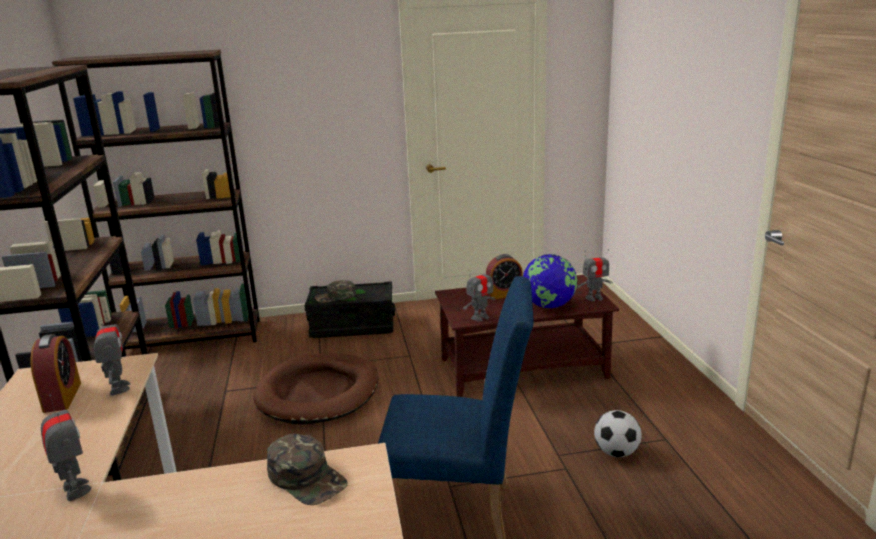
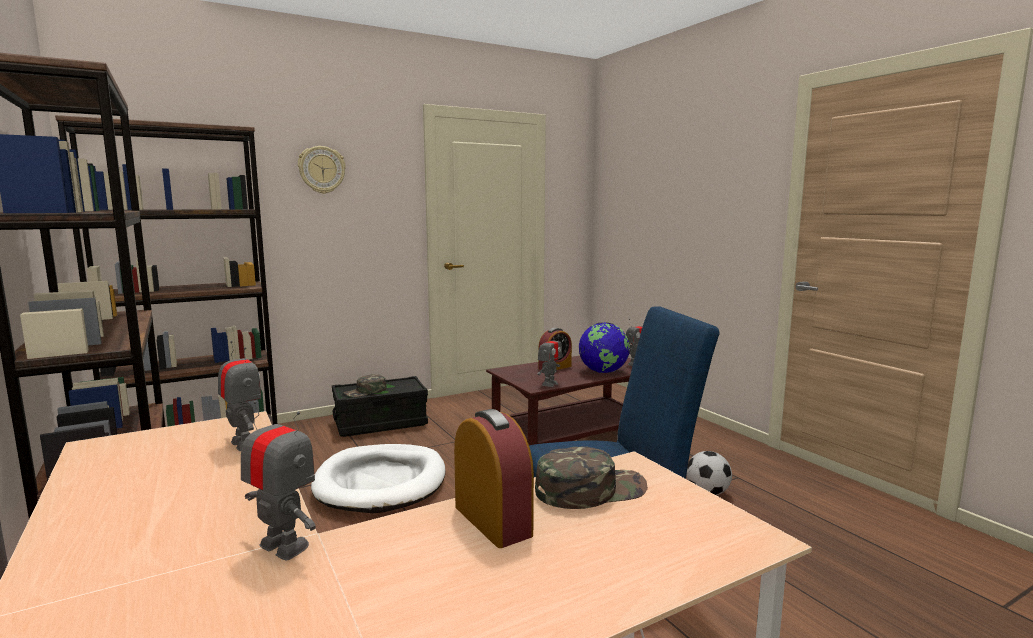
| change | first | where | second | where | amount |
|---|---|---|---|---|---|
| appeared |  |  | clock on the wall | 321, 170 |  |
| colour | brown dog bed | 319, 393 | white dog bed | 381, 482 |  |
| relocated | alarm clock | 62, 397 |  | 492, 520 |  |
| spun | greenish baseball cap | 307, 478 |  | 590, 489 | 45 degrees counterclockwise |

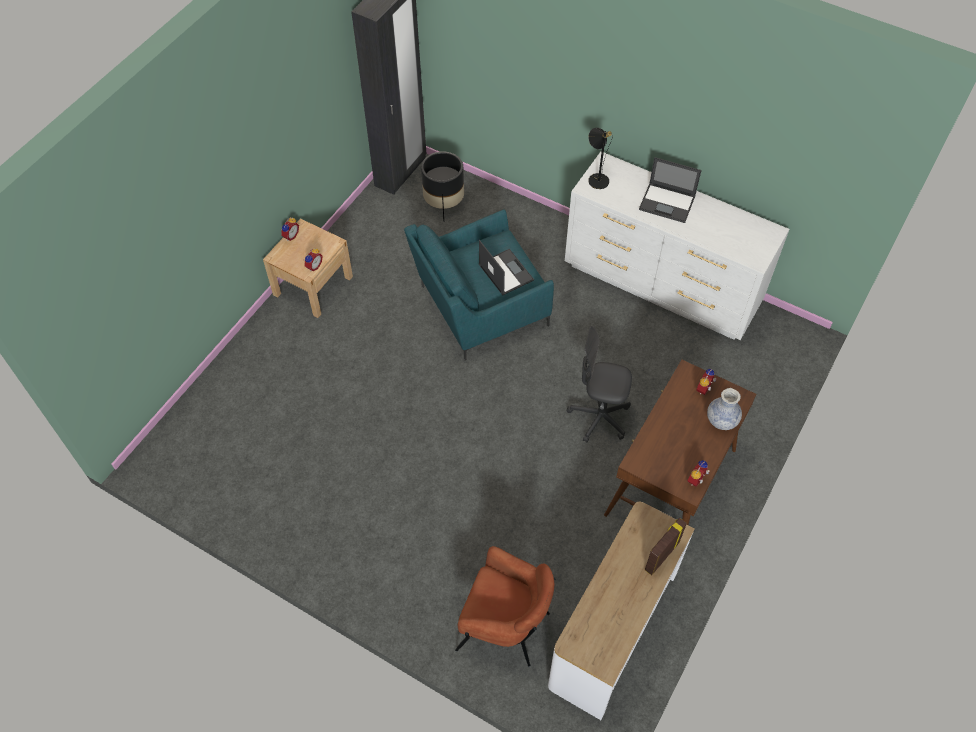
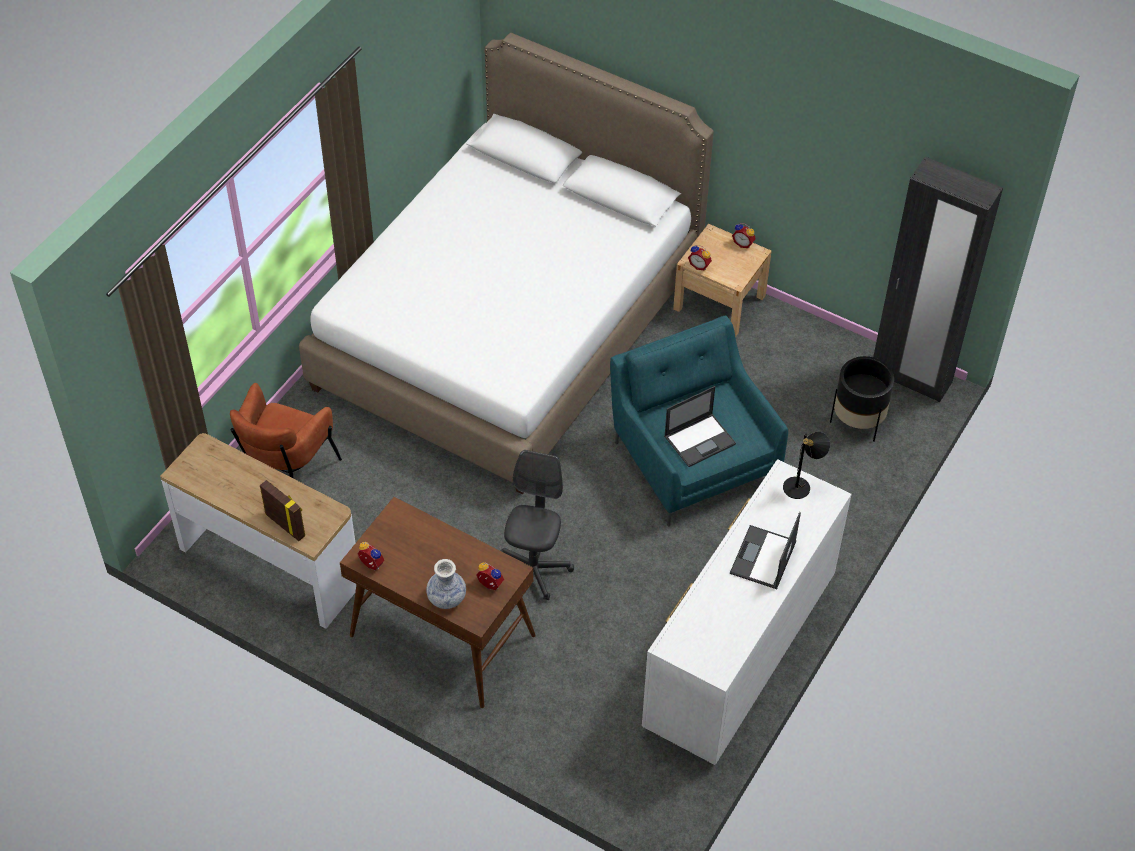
| change | first | where | second | where | amount |
|---|---|---|---|---|---|
| appeared |  |  | white sleeping bed | 509, 327 |  |

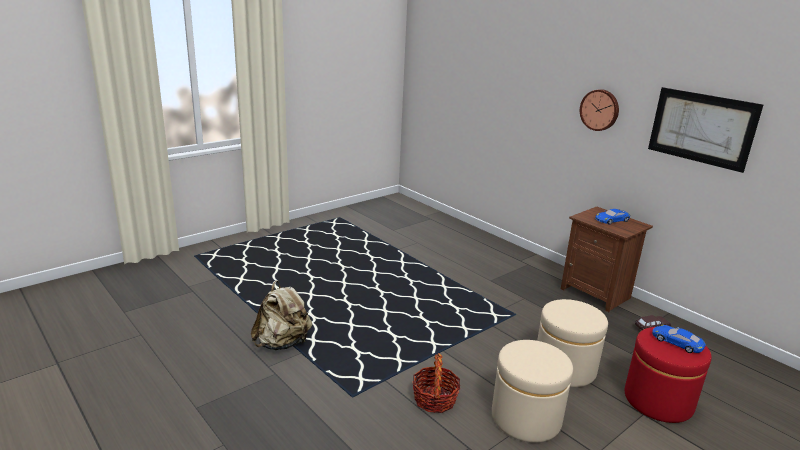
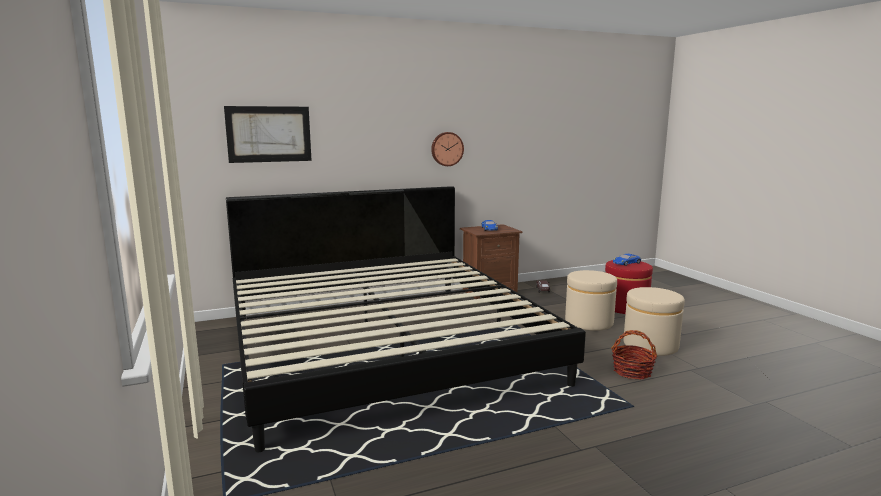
| change | first | where | second | where | amount |
|---|---|---|---|---|---|
| relocated | wall art | 701, 128 |  | 269, 134 |  |
| appeared |  |  | sleeping bed | 383, 346 |  |
| missing | sand-coloured rucksack | 283, 343 |  |  |  |

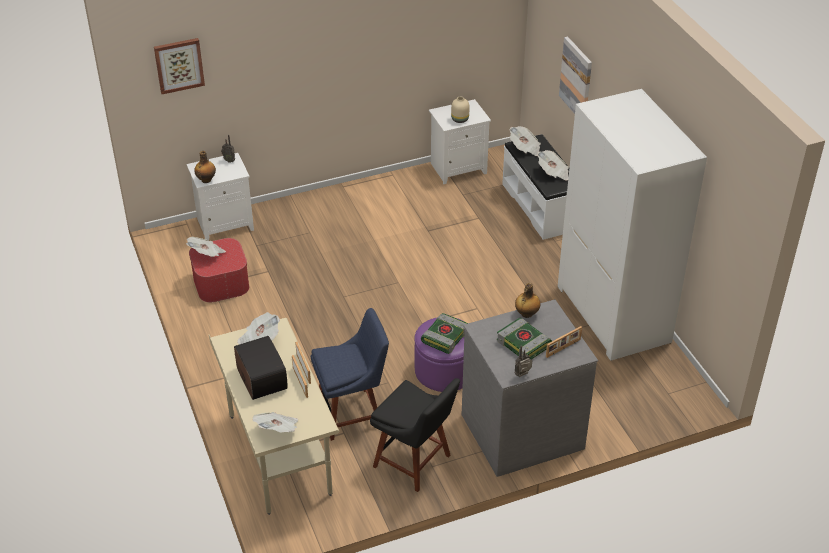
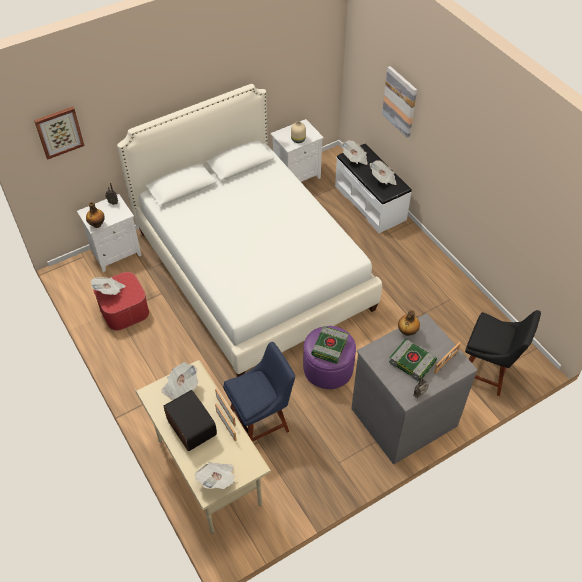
| change | first | where | second | where | amount |
|---|---|---|---|---|---|
| appeared |  |  | white sleeping bed | 253, 269 |  |
| relocated | black-coloured plain chair | 415, 463 |  | 488, 372 |  |
| missing | white wardrobe | 614, 314 |  |  |  |

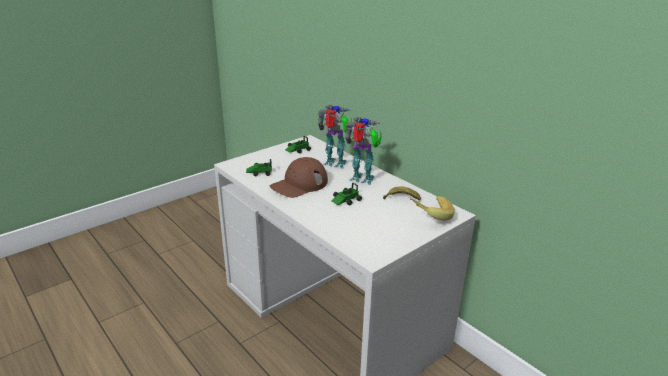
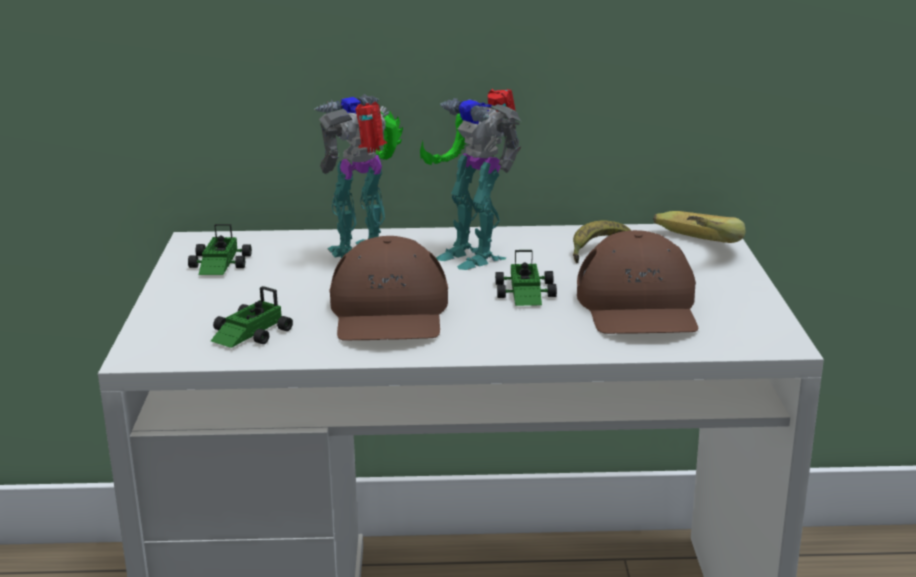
| change | first | where | second | where | amount |
|---|---|---|---|---|---|
| spun | robot figure | 362, 180 |  | 473, 254 | 105 degrees counterclockwise |
| appeared |  |  | brown baseball cap | 639, 307 |  |

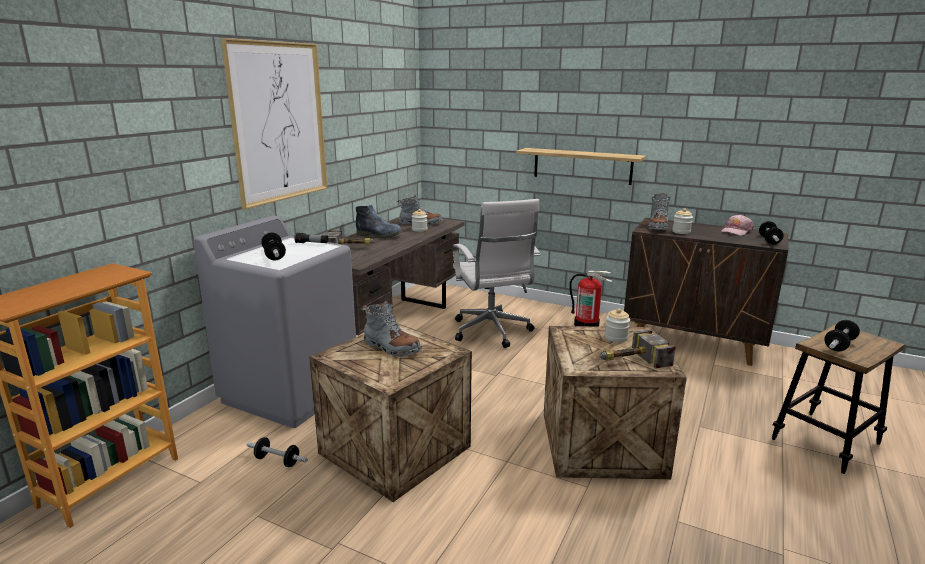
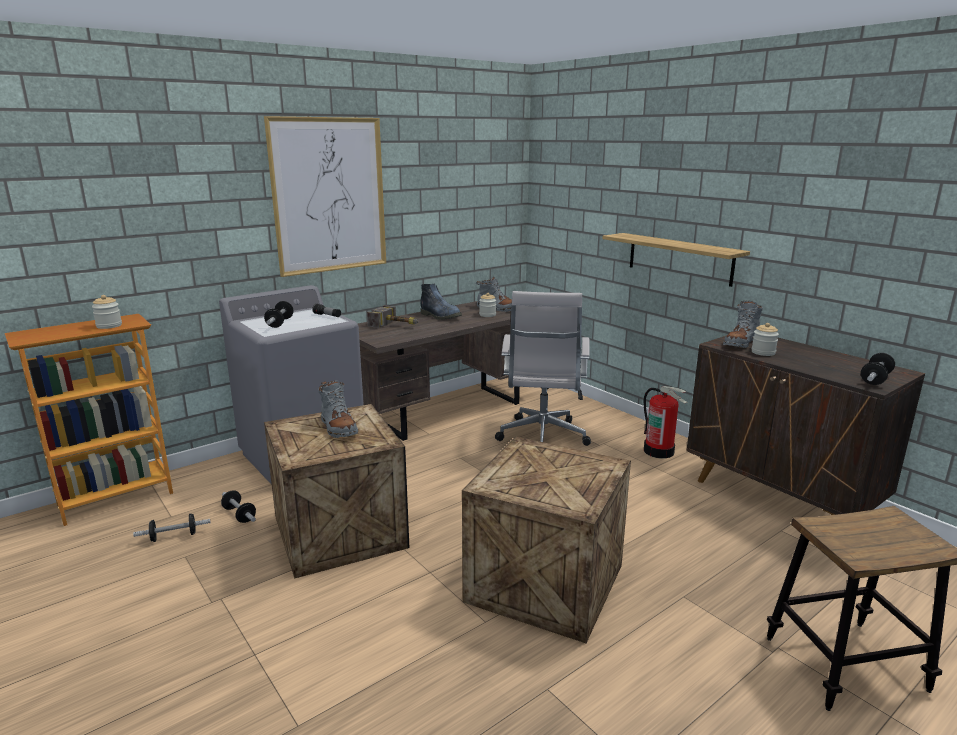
| change | first | where | second | where | amount |
|---|---|---|---|---|---|
| relocated | storage jar | 616, 338 |  | 109, 326 |  |
| relocated | dumbbell | 839, 345 |  | 174, 536 |  |
| missing | hammer | 629, 361 |  |  |  |
| missing | pink baseball cap | 736, 231 |  |  |  |

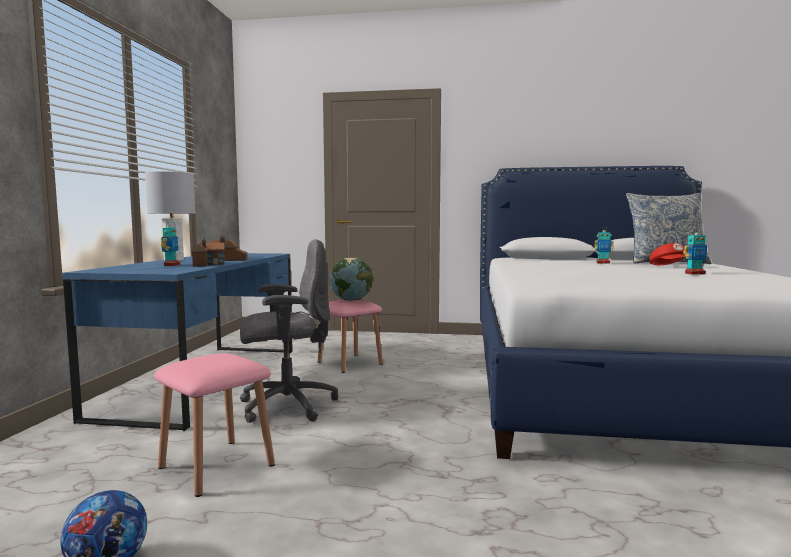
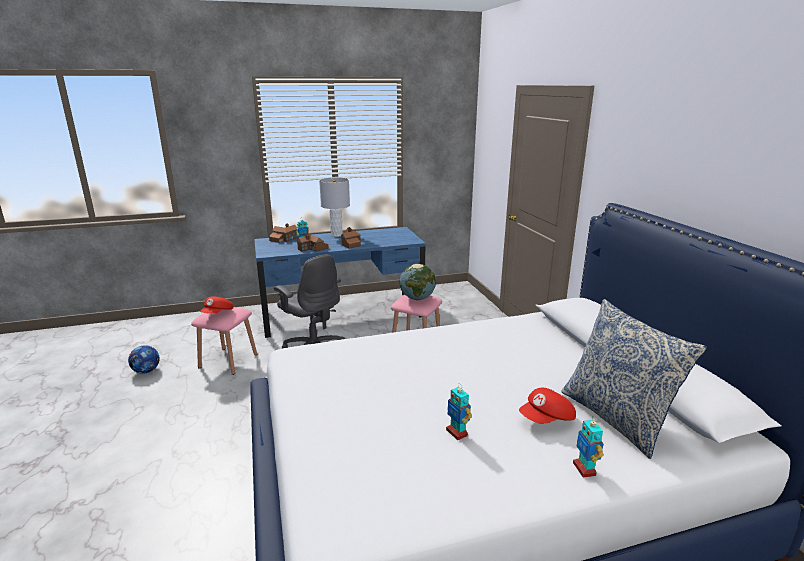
| change | first | where | second | where | amount |
|---|---|---|---|---|---|
| appeared |  |  | red-coloured baseball cap | 218, 313 |  |
| appeared |  |  | toy house | 284, 239 |  |
| relocated | robot figure | 603, 263 |  | 584, 469 |  |

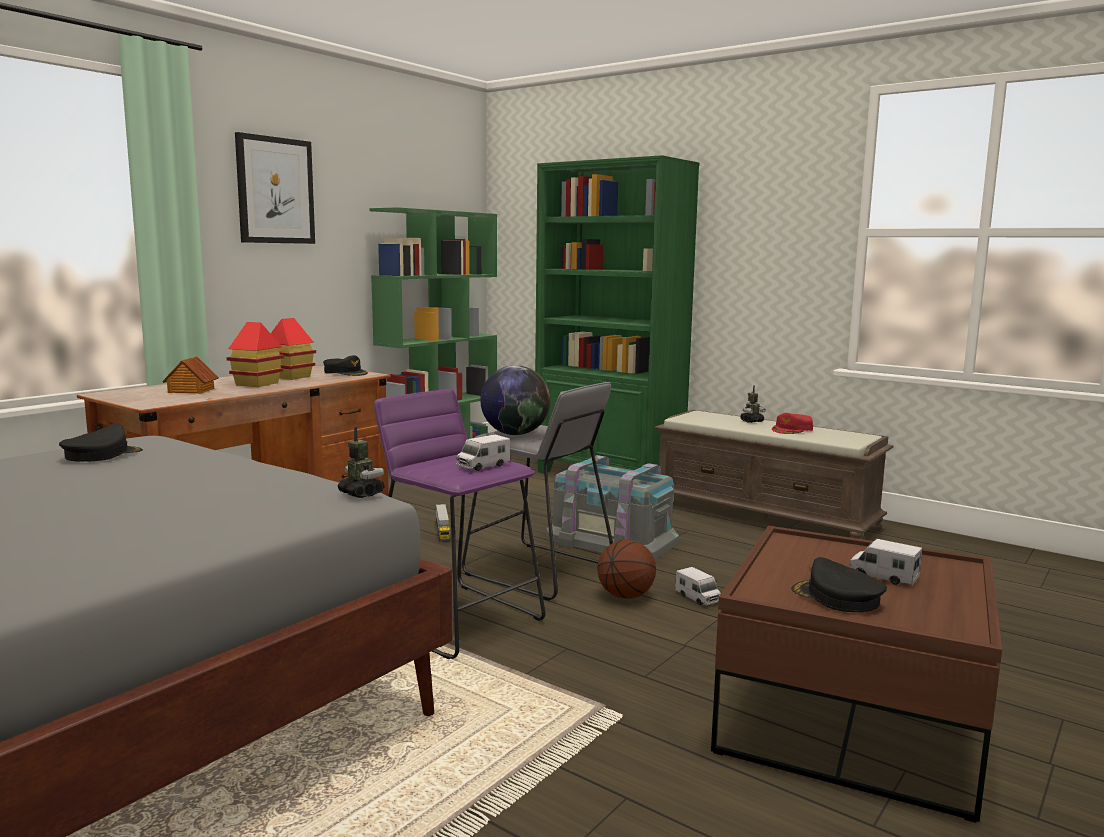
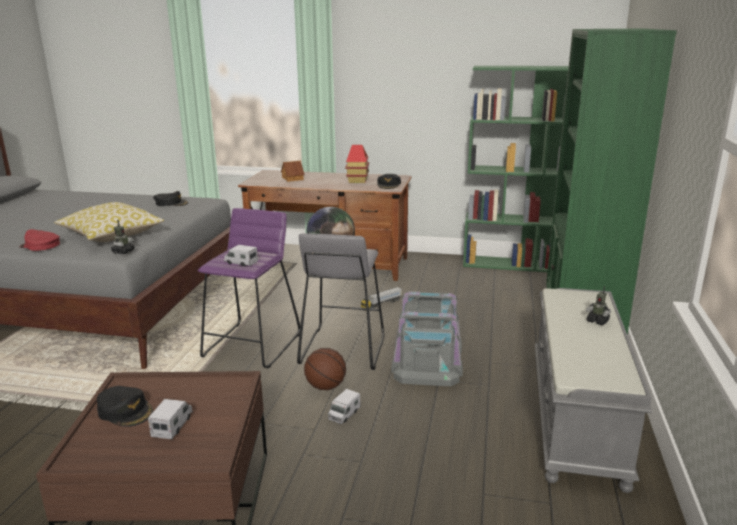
| change | first | where | second | where | amount |
|---|---|---|---|---|---|
| relocated | red-coloured baseball cap | 792, 429 |  | 40, 246 |  |
| appeared |  |  | cushion | 111, 235 |  |
| spun | black-coloured baseball cap | 836, 597 |  | 125, 411 | 105 degrees clockwise |
| colour | brown bench | 765, 516 | greyish bench | 577, 415 |  |
| missing | toy house | 257, 384 |  |  |  |
| missing | wall art | 275, 190 |  |  |  |

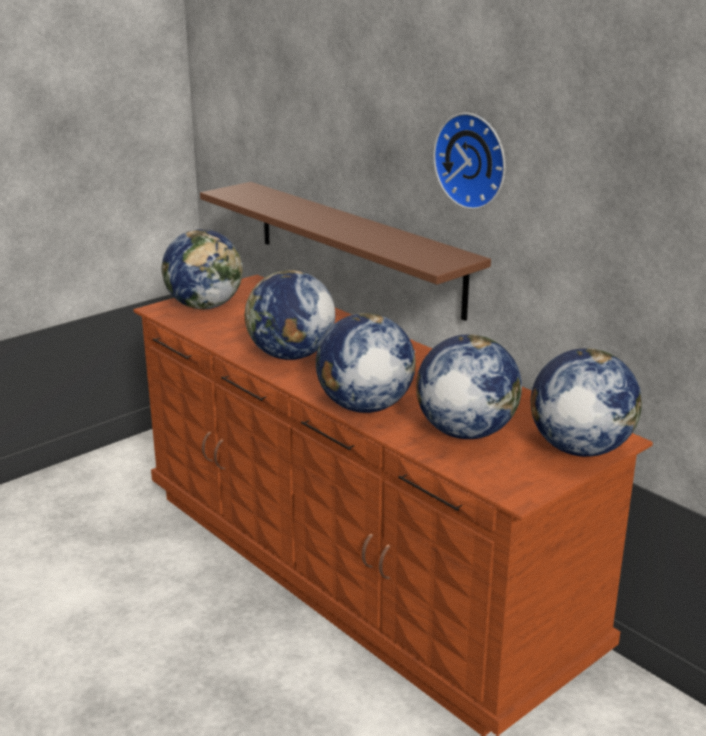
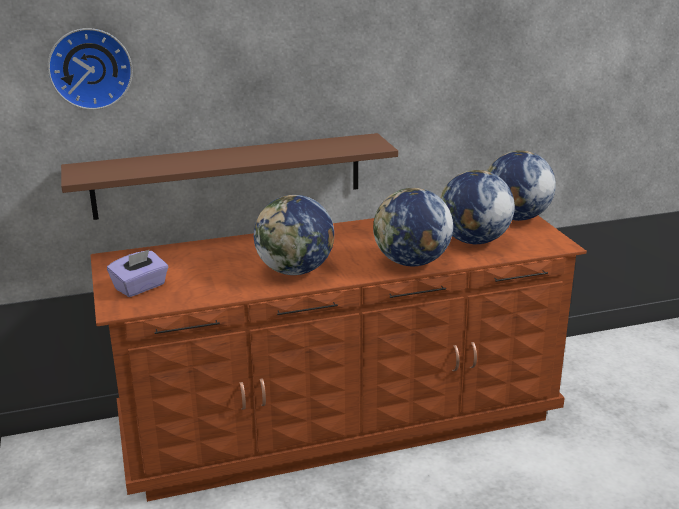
| change | first | where | second | where | amount |
|---|---|---|---|---|---|
| relocated | clock on the wall | 473, 160 |  | 90, 68 |  |
| exchanged | globe | 205, 306 | purplish tissue holder | 140, 287 |  |

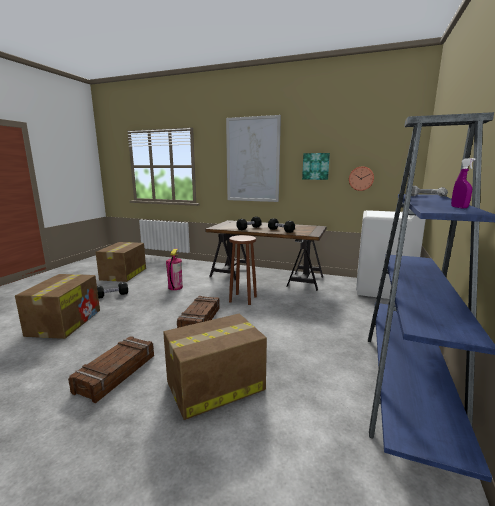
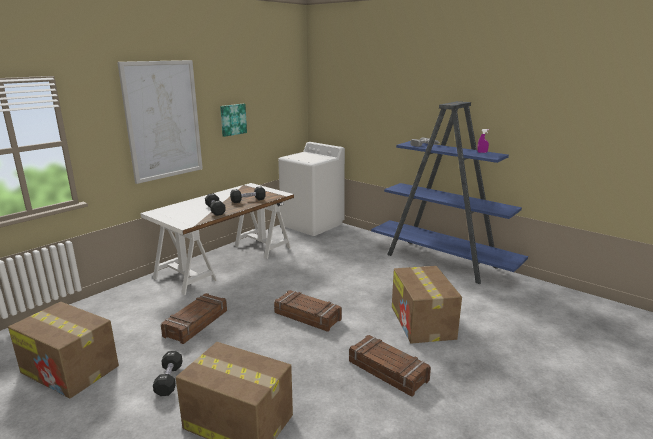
| change | first | where | second | where | amount |
|---|---|---|---|---|---|
| colour | brown desk table | 266, 276 | white desk table | 226, 261 |  |
| exchanged | fire extinguisher | 175, 287 | shipping crate | 195, 323 |  |
| missing | brown stool seat | 242, 299 |  |  |  |
| missing | clock on the wall | 361, 178 |  |  |  |

